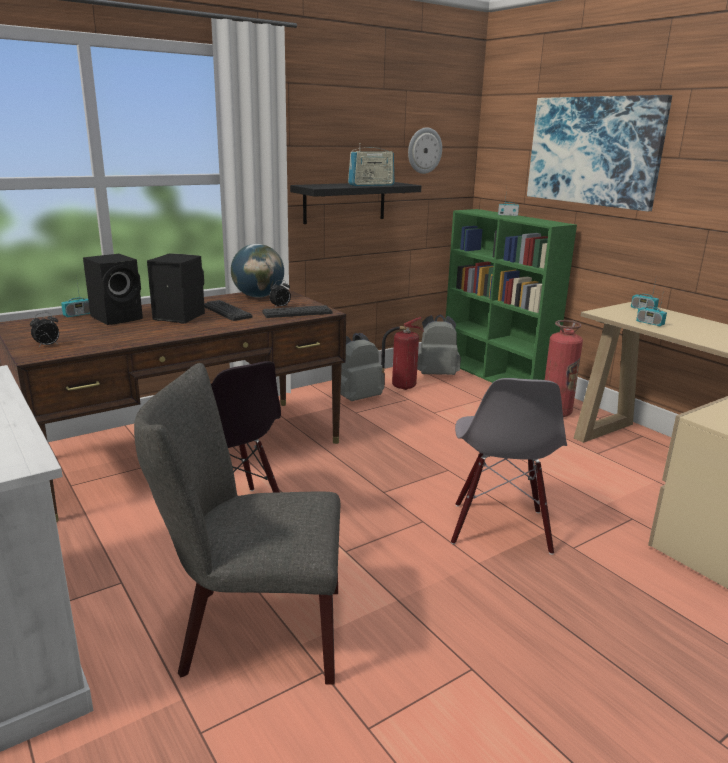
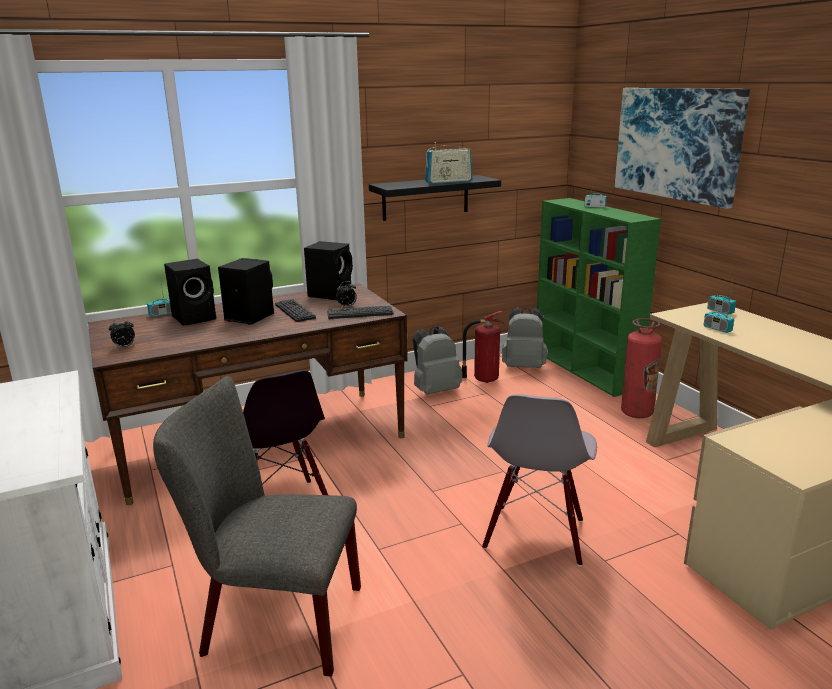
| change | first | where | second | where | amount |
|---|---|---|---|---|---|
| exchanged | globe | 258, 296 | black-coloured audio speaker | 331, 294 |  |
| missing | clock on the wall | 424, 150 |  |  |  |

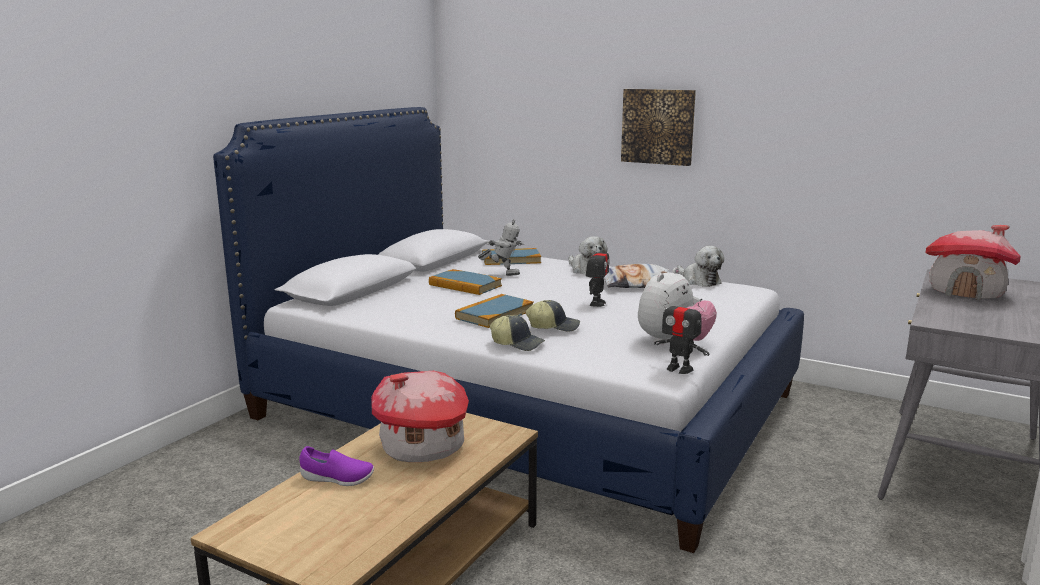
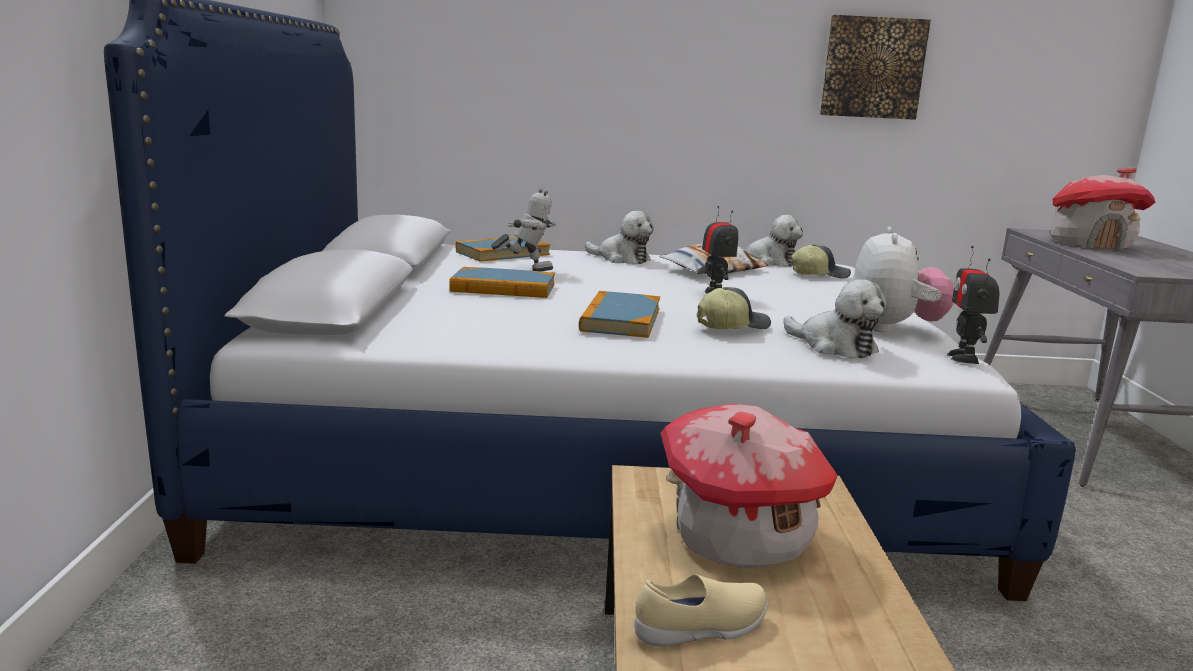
| change | first | where | second | where | amount |
|---|---|---|---|---|---|
| colour | purplish item of footwear | 337, 479 | sand-coloured item of footwear | 702, 630 |  |
| appeared |  |  | soft toy | 834, 346 |  |
| relocated | baseball cap | 518, 343 |  | 819, 274 |  |
| relocated | wall art | 658, 126 |  | 872, 68 |  |
| spun | robot figure | 679, 369 |  | 964, 358 | 90 degrees clockwise |

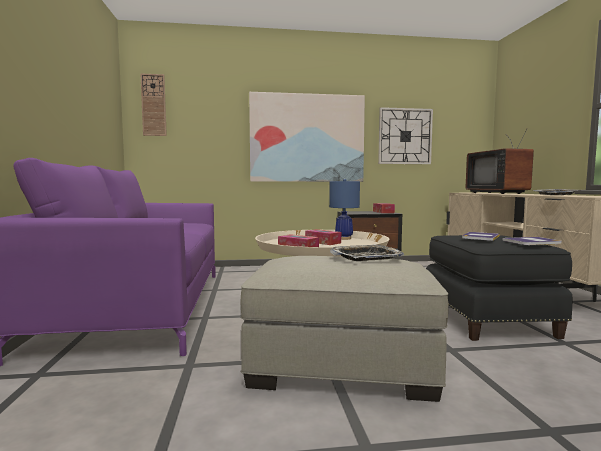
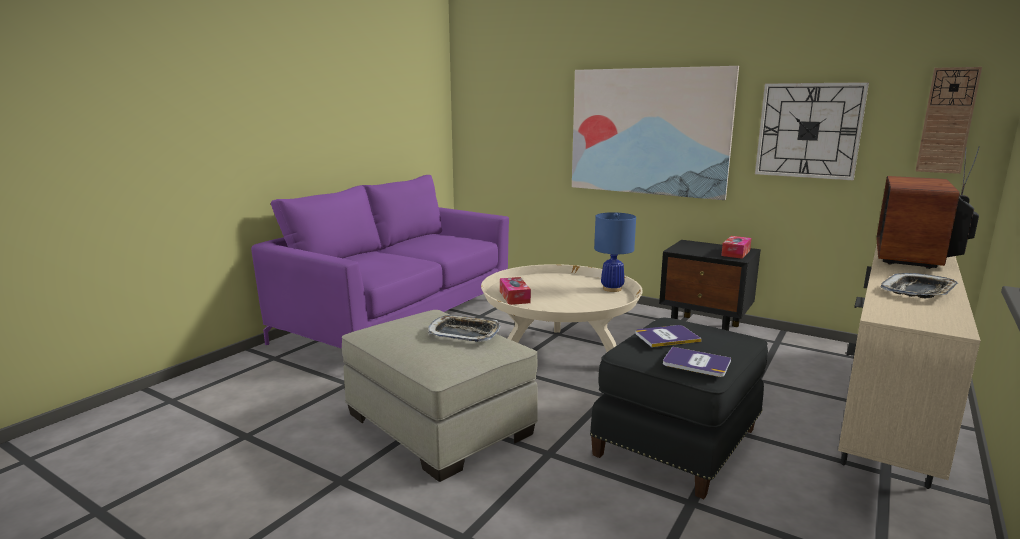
| change | first | where | second | where | amount |
|---|---|---|---|---|---|
| relocated | clock on the wall | 153, 105 |  | 947, 121 |  |
| missing | tissue holder | 322, 242 |  |  |  |

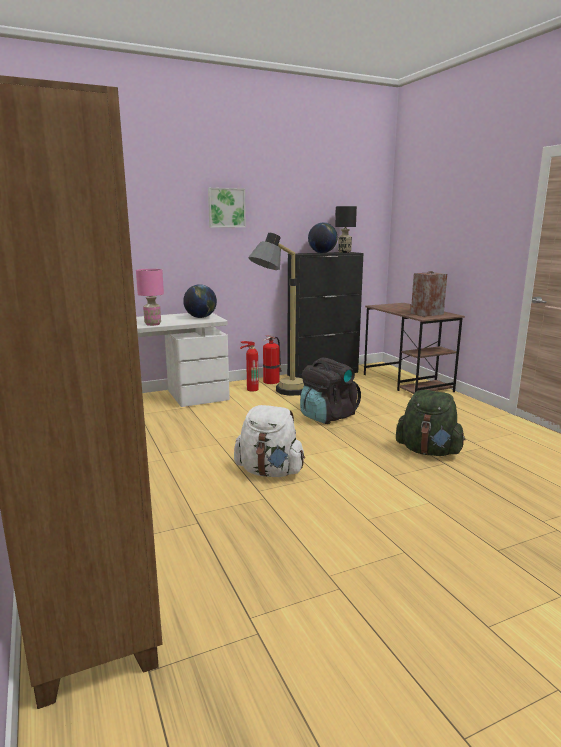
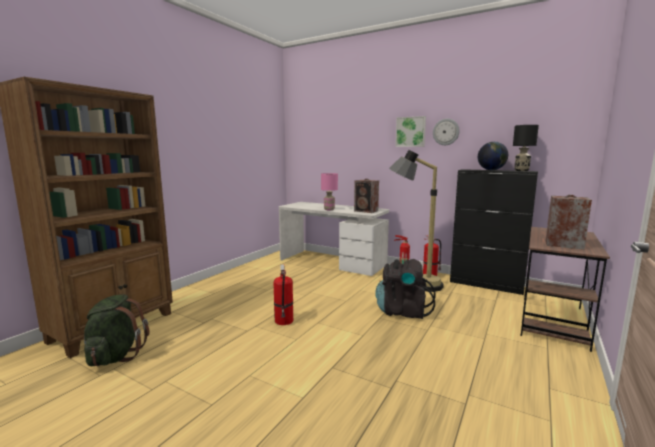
| change | first | where | second | where | amount |
|---|---|---|---|---|---|
| relocated | greenish rucksack | 428, 451 |  | 116, 356 |  |
| exchanged | white rucksack | 270, 472 | fire extinguisher | 284, 321 |  |
| exchanged | globe | 201, 317 | audio speaker | 366, 211 |  |
| appeared |  |  | clock on the wall | 446, 132 |  |

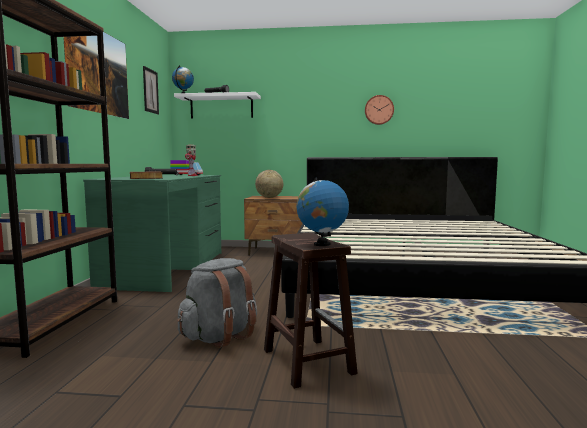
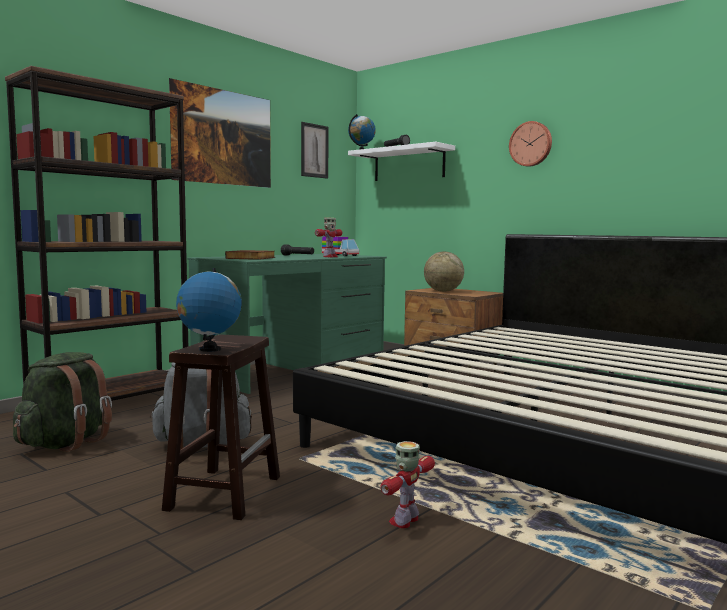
| change | first | where | second | where | amount |
|---|---|---|---|---|---|
| appeared |  |  | greenish rucksack | 66, 443 |  |
| appeared |  |  | robot figure | 405, 520 |  |
| relocated | clock on the wall | 379, 110 |  | 531, 144 |  |

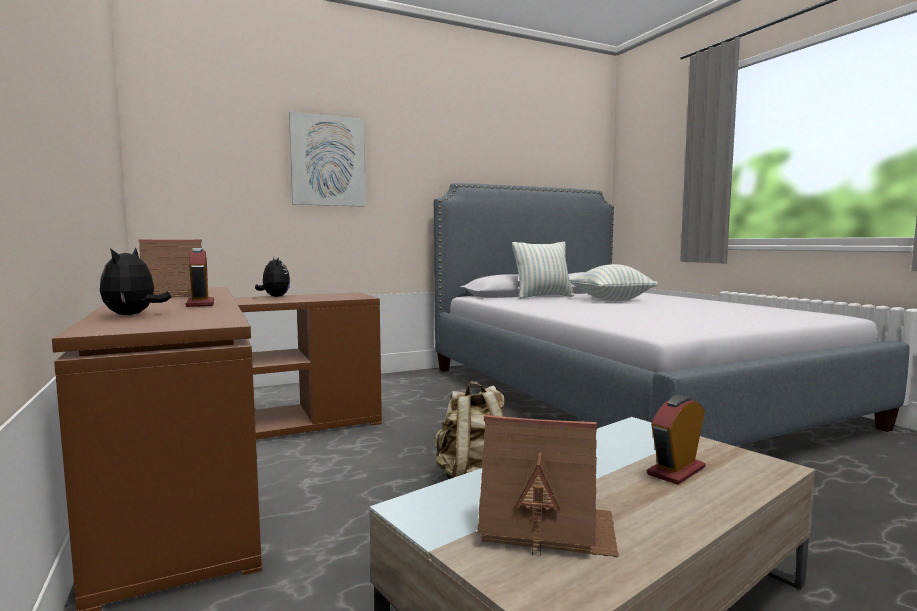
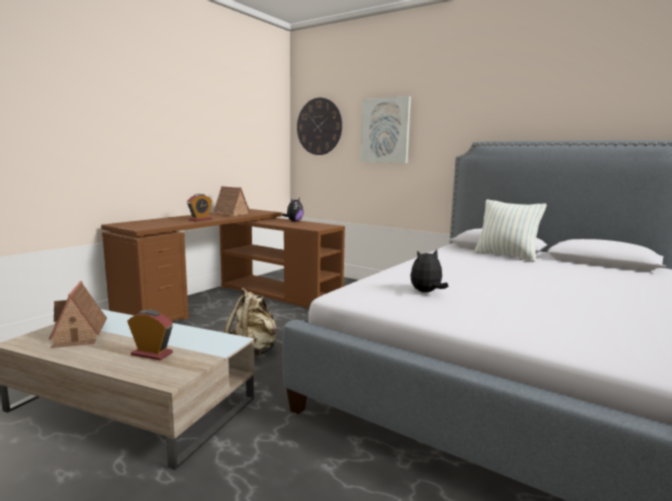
| change | first | where | second | where | amount |
|---|---|---|---|---|---|
| appeared |  |  | clock on the wall | 319, 126 |  |
| relocated | soft toy | 133, 315 |  | 426, 292 |  |
| missing | cushion | 611, 300 |  |  |  |

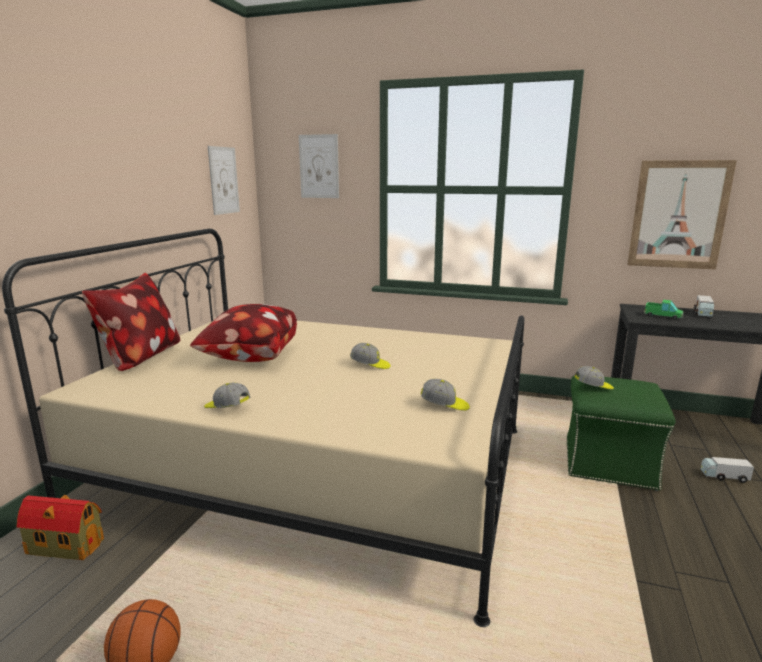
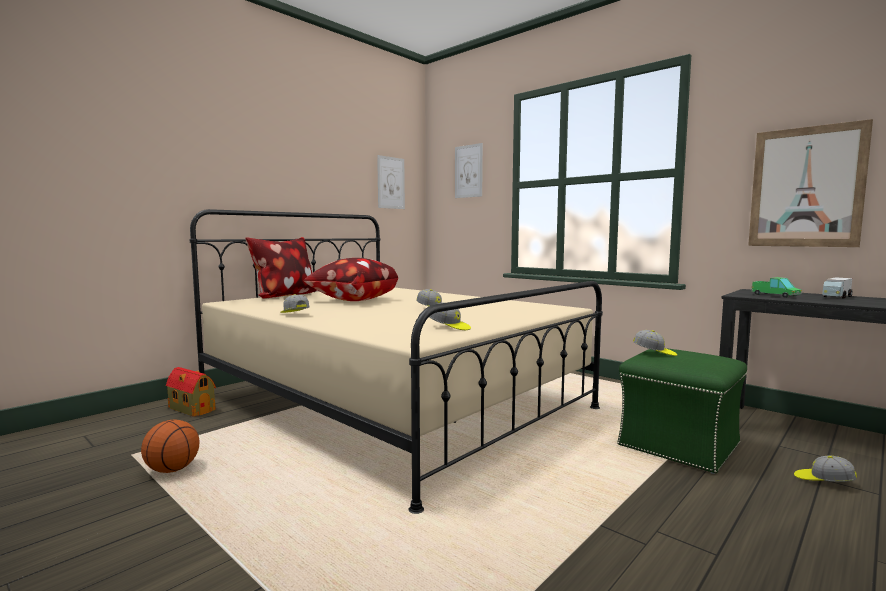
| change | first | where | second | where | amount |
|---|---|---|---|---|---|
| exchanged | model truck | 724, 477 | baseball cap | 823, 481 |  |

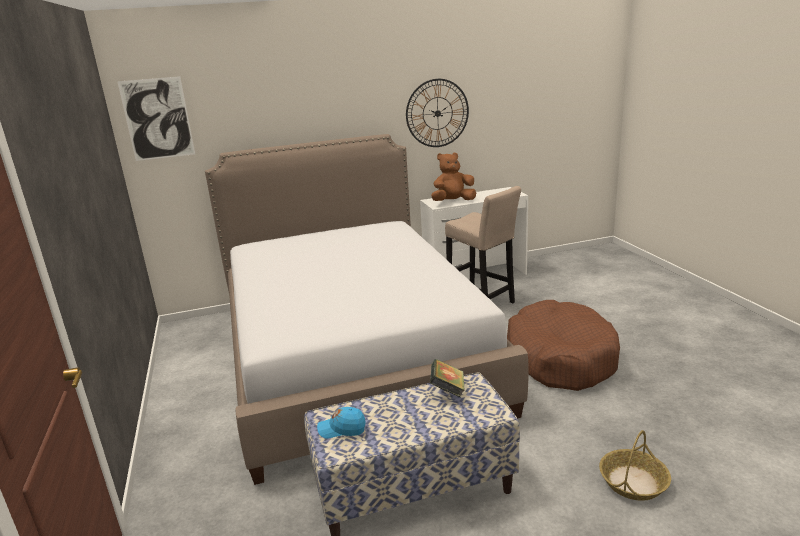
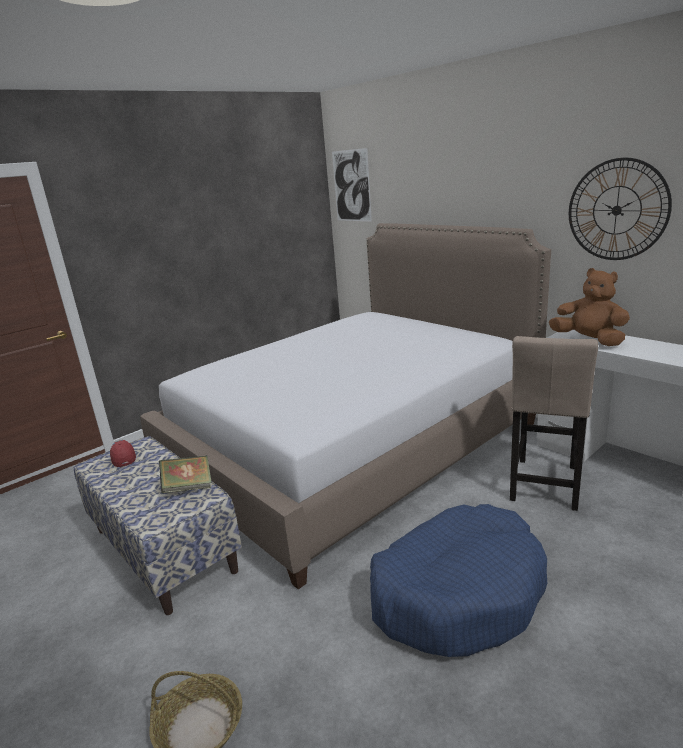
| change | first | where | second | where | amount |
|---|---|---|---|---|---|
| colour | blue baseball cap | 342, 429 | red-coloured baseball cap | 123, 457 |  |
| colour | brown dog bed | 560, 358 | blue dog bed | 457, 592 |  |

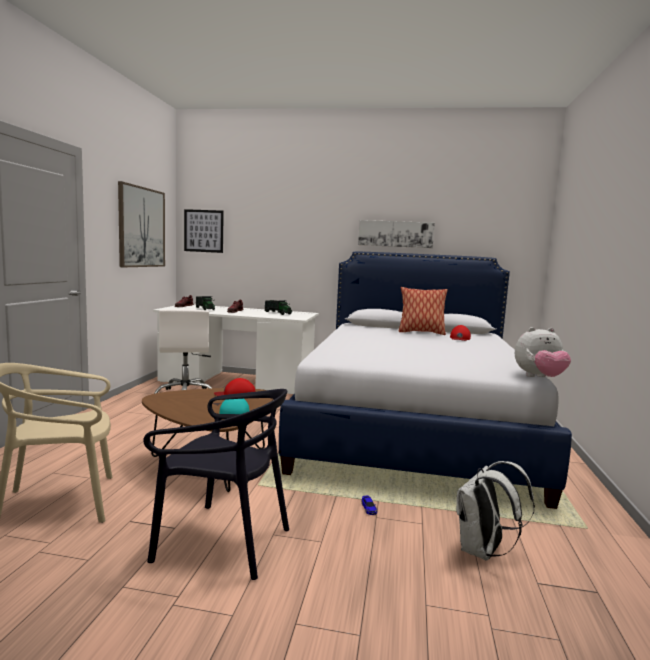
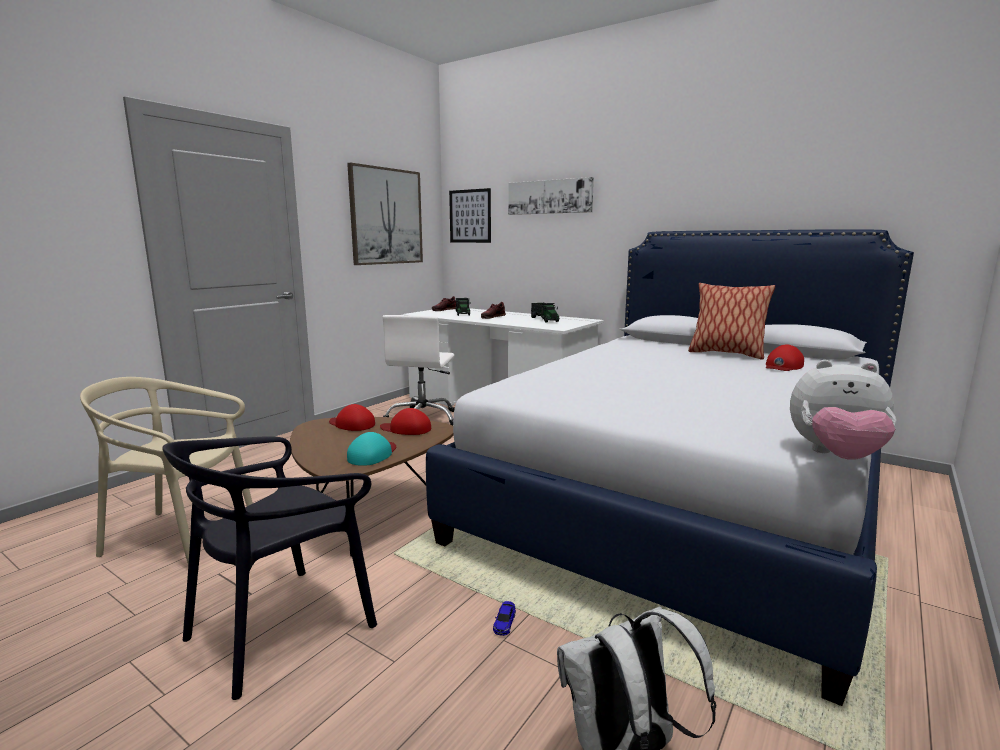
| change | first | where | second | where | amount |
|---|---|---|---|---|---|
| spun | black-coloured plain chair | 223, 541 |  | 281, 628 | 90 degrees clockwise |
| appeared |  |  | red-coloured baseball cap | 352, 424 |  |
| relocated | wall art | 395, 234 |  | 549, 197 |  |

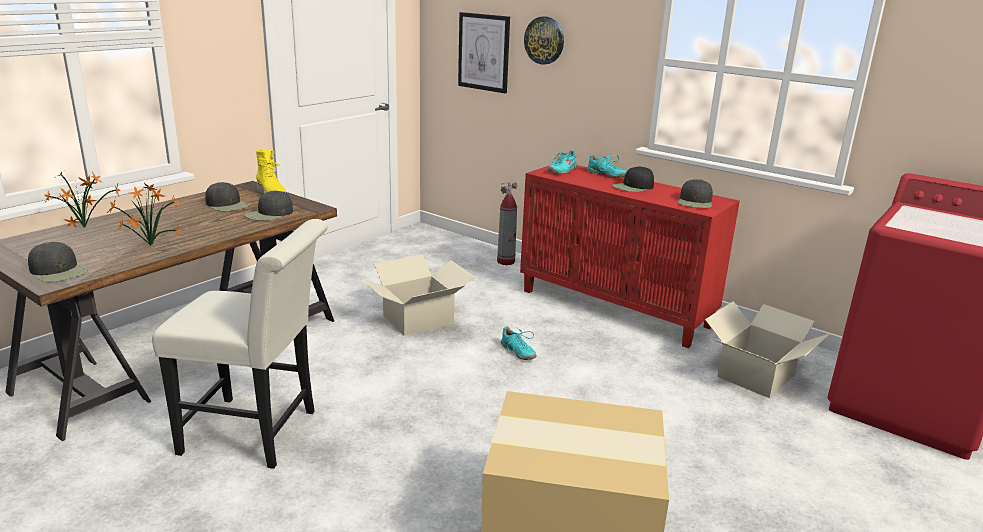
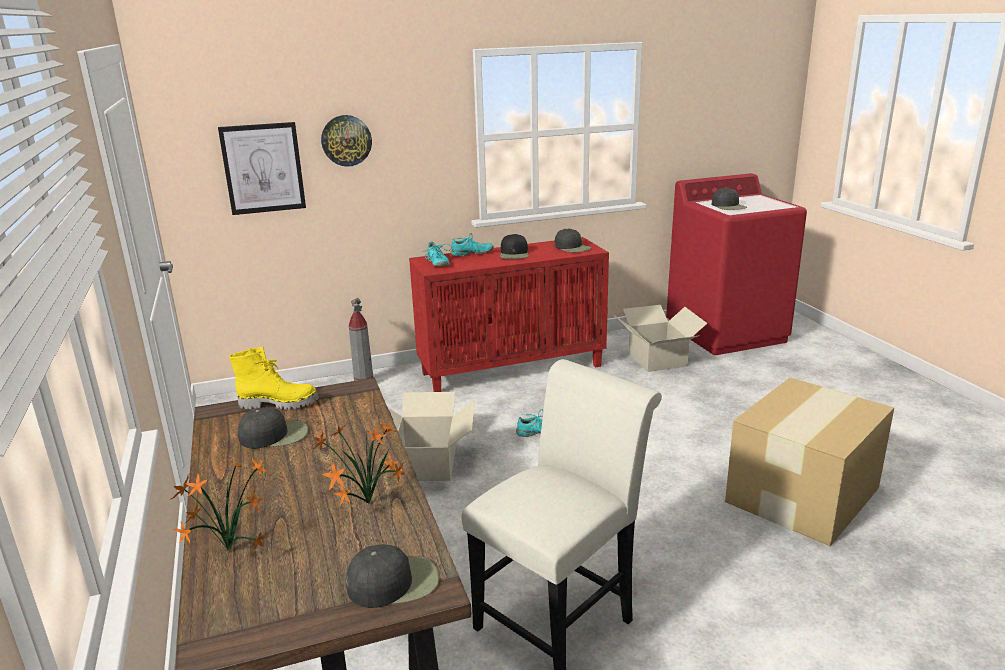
| change | first | where | second | where | amount |
|---|---|---|---|---|---|
| relocated | black-coloured baseball cap | 269, 214 |  | 728, 206 |  |

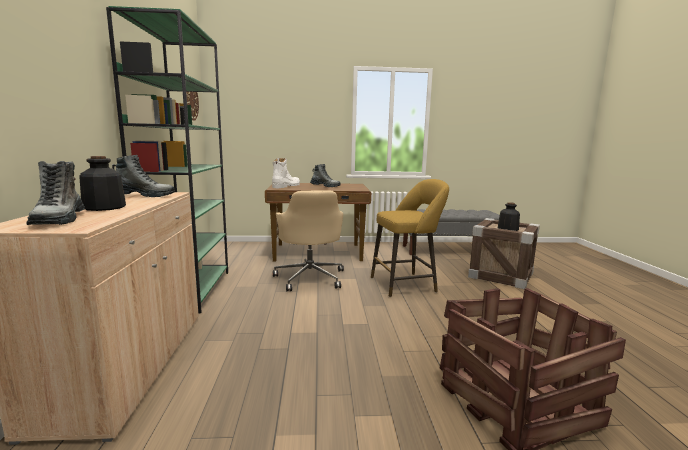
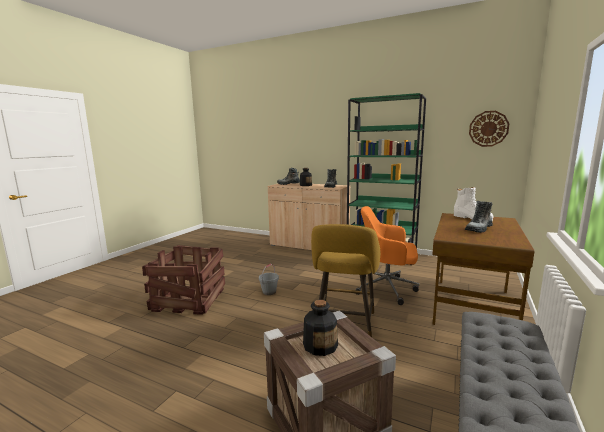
| change | first | where | second | where | amount |
|---|---|---|---|---|---|
| appeared |  |  | greyish water bucket | 269, 292 |  |
| colour | sand-coloured desk chair | 310, 277 | orange desk chair | 387, 288 |  |

